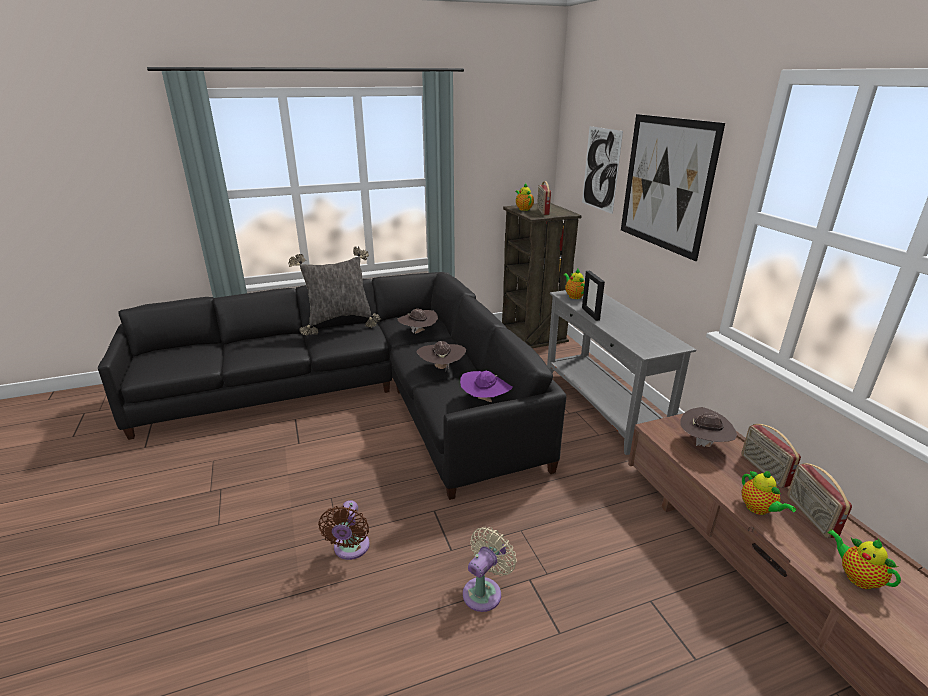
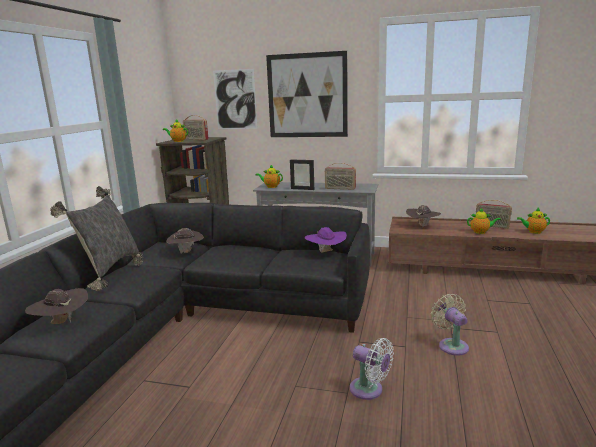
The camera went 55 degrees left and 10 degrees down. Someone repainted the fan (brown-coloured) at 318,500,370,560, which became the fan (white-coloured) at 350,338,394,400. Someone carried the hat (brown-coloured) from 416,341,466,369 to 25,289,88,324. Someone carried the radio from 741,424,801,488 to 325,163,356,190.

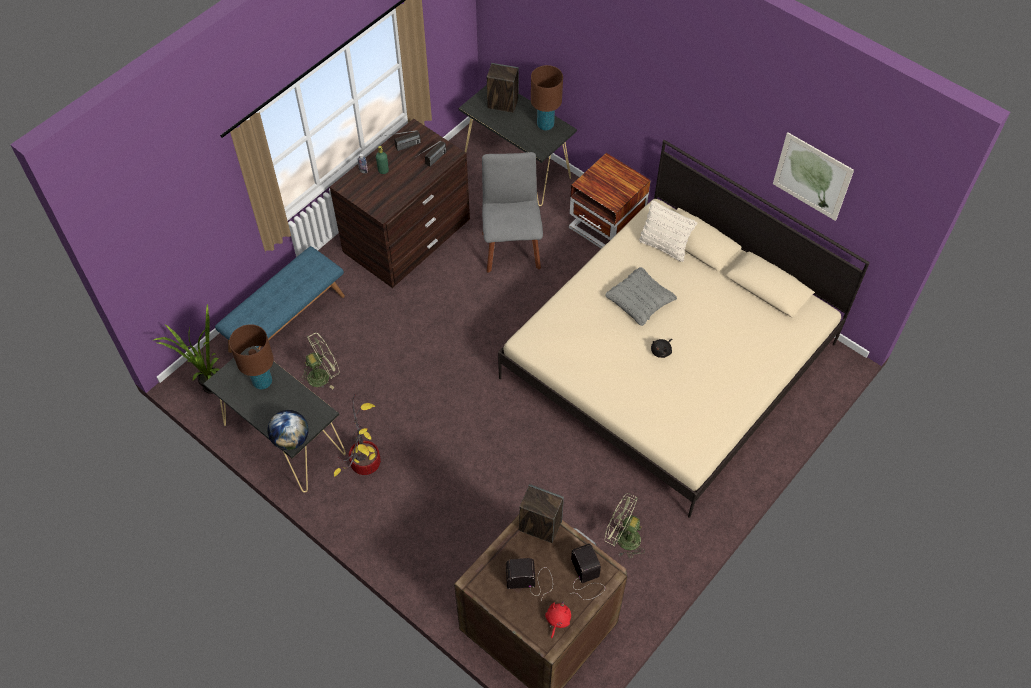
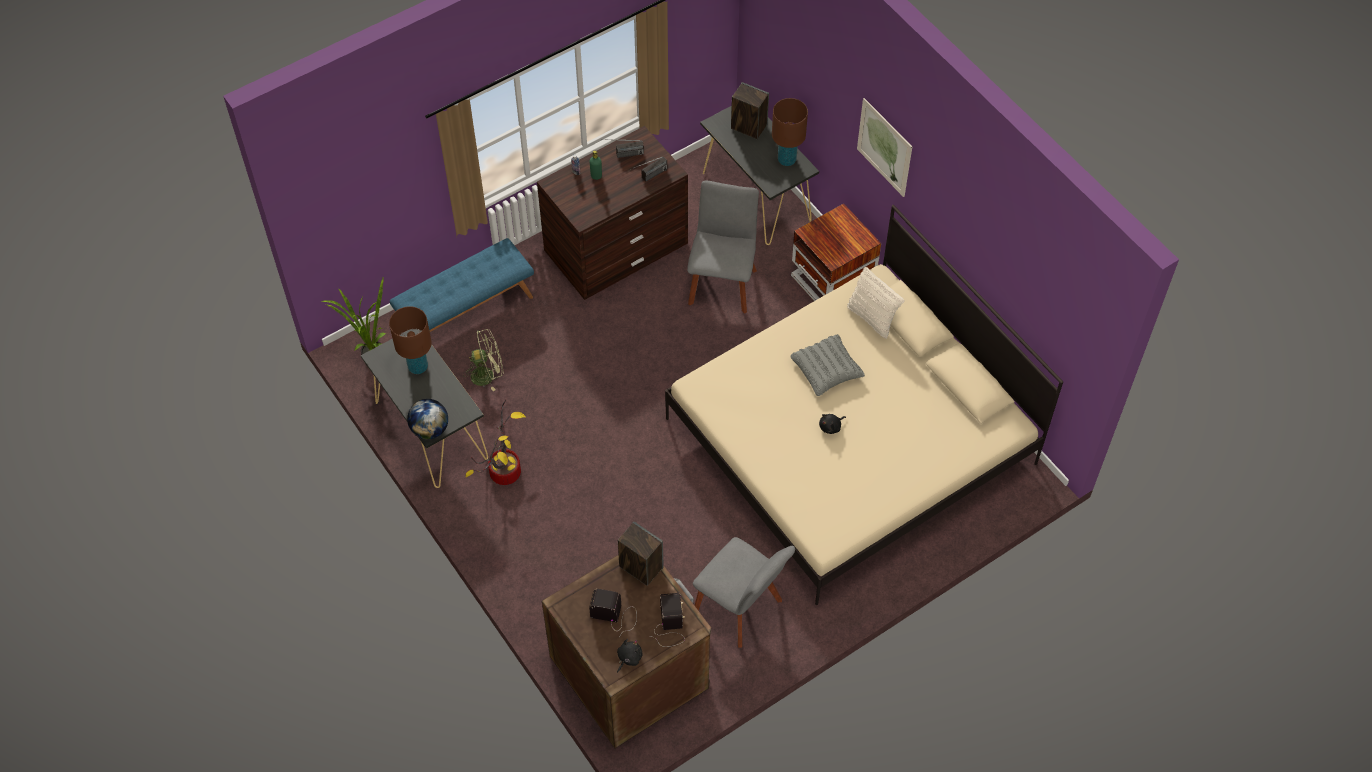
The camera went 15 degrees right and 0 degrees up. Someone repainted the soft toy (reddish) at 545,601,571,639, which became the soft toy (blackish) at 617,639,643,673. Someone swapped the fan (greenish) at 605,493,645,558 for the chair (greyish) at 693,537,795,648. Someone carried the wall picture from 773,132,854,221 to 857,98,912,197.

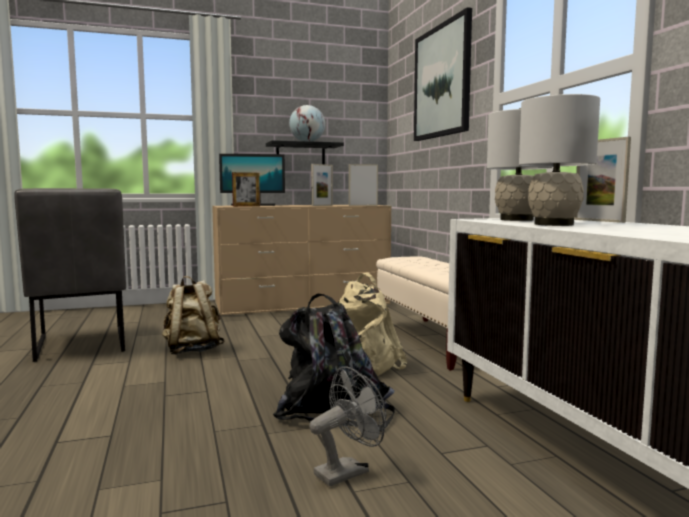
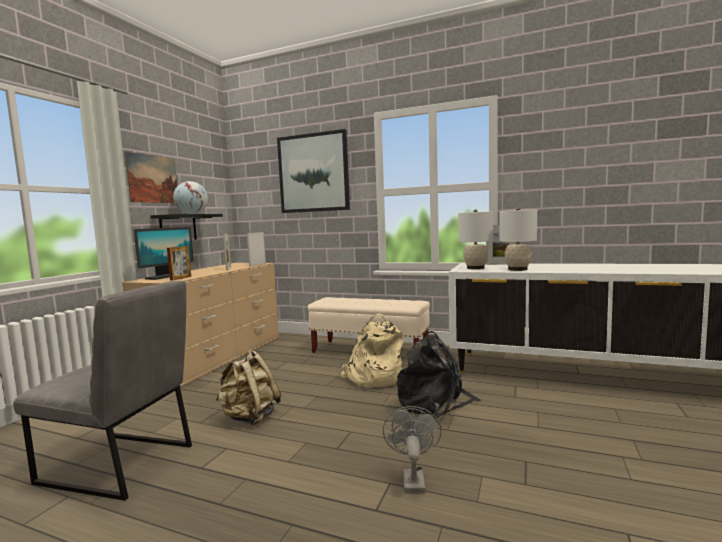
The camera went 50 degrees left and 0 degrees up. Someone carried the fan (greyish) from 309,367,386,486 to 383,406,442,493. Someone put up the wall picture at 125,152,177,203.

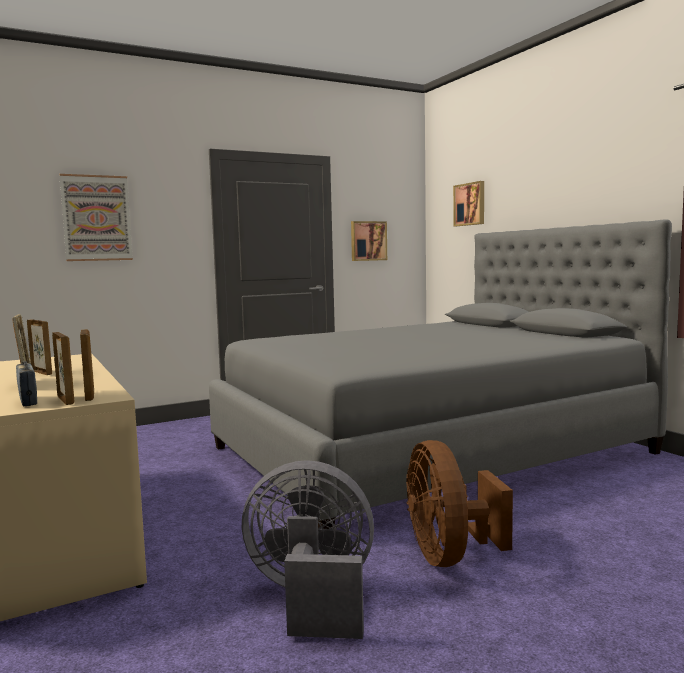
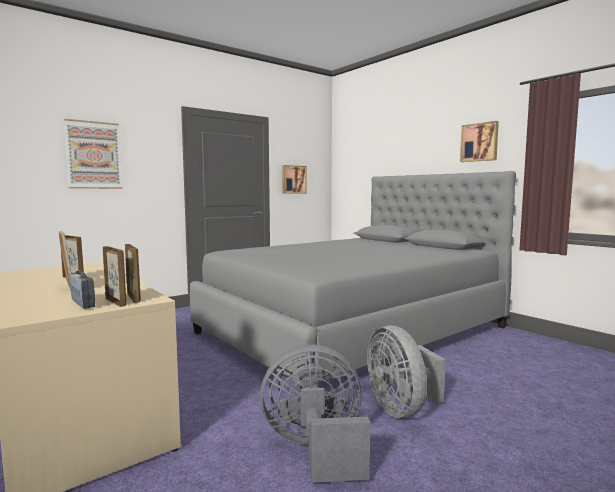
The camera went 10 degrees left and 0 degrees up. Someone repainted the fan (brown-coloured) at 406,440,513,567, which became the fan (greyish) at 367,325,446,418. Someone carried the wall picture from 453,181,484,226 to 460,121,499,162.

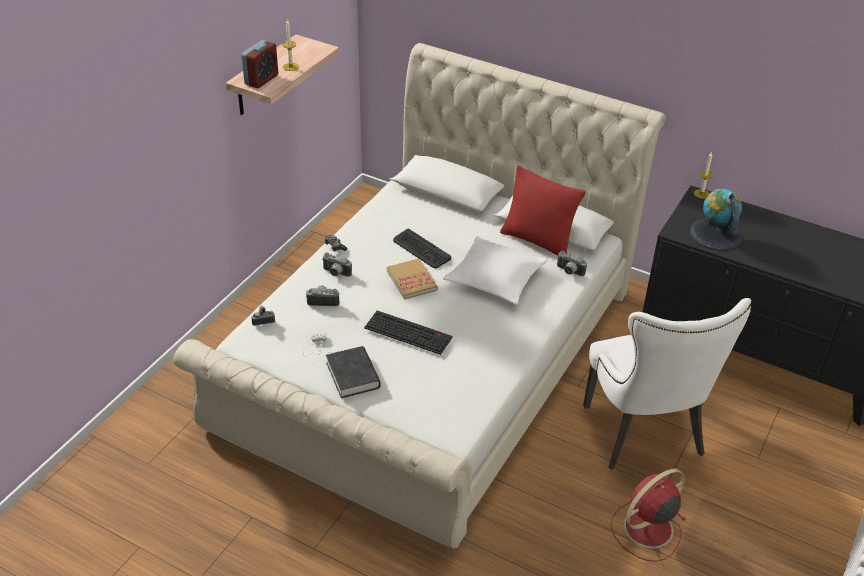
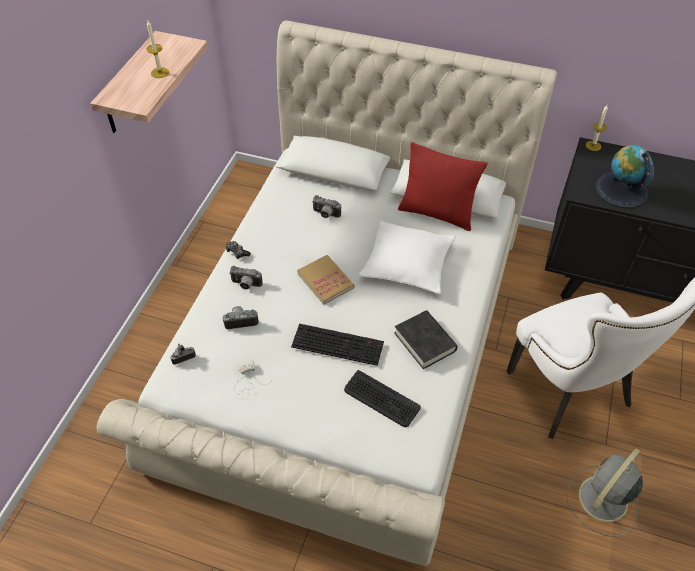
The camera went 10 degrees left and 10 degrees up. Someone took away the alarm clock at 242,40,278,88. Someone carried the book (blackish) from 326,346,381,398 to 394,310,458,369. Someone carried the keyboard from 393,229,451,268 to 344,370,421,427. Someone carried the photo camera from 557,250,587,277 to 312,195,341,218. Someone repainted the fan (reddish) at 611,469,685,562, which became the fan (greyish) at 567,448,643,537.

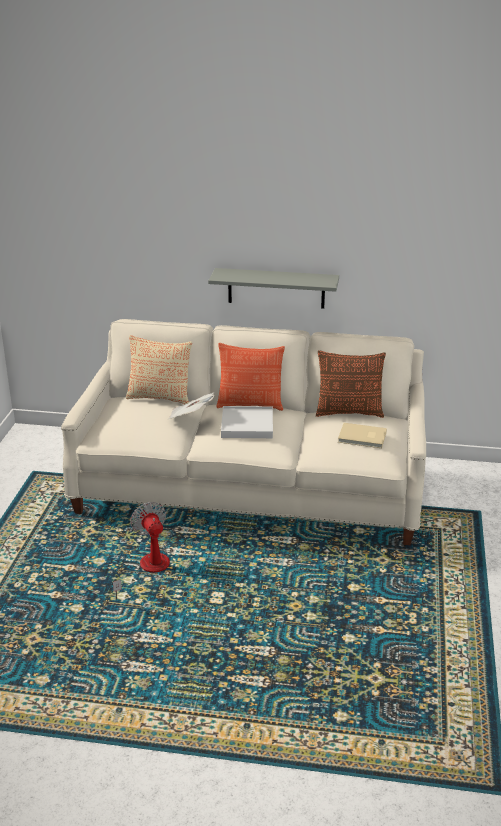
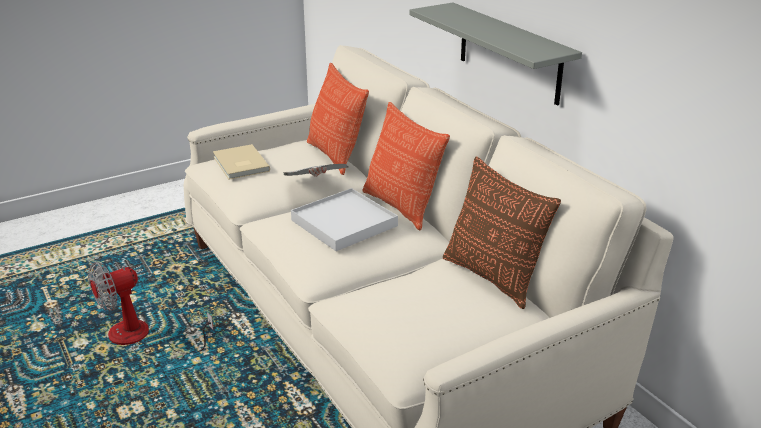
The camera went 50 degrees right and 0 degrees up. Someone rotated the fan at 113,502,170,599 by 150 degrees counterclockwise. Someone repainted the cushion (sand-coloured) at 126,335,192,404, which became the cushion (orangey) at 307,63,369,175. Someone carried the book (sand-coloured) from 338,423,387,448 to 213,144,270,180.

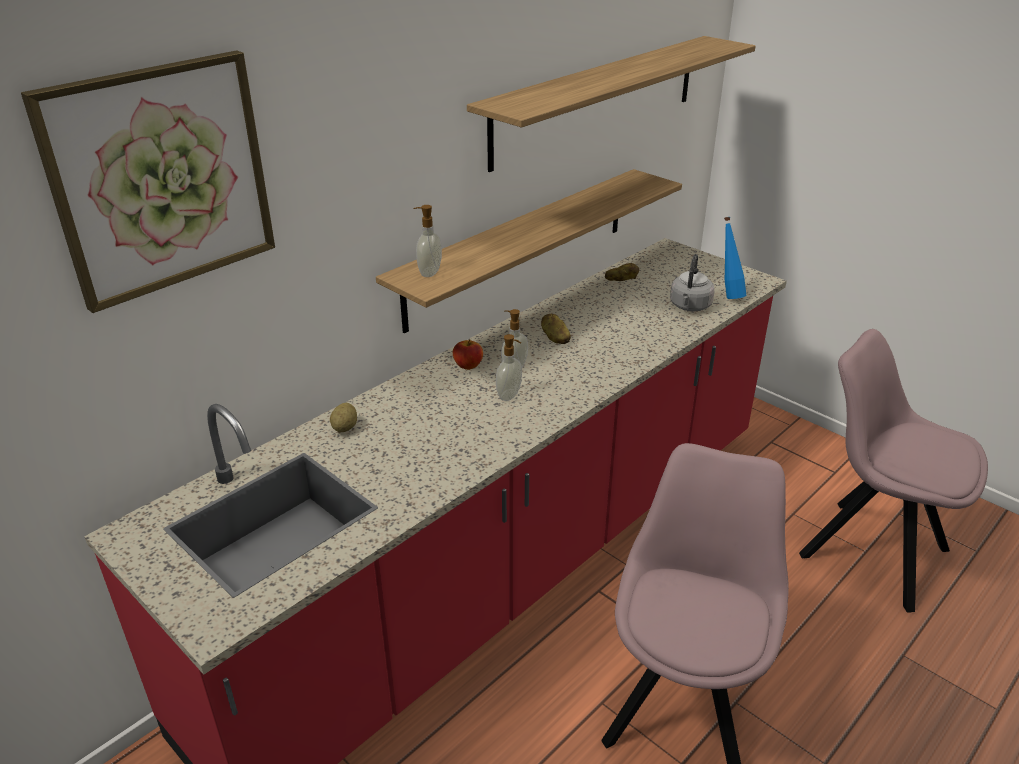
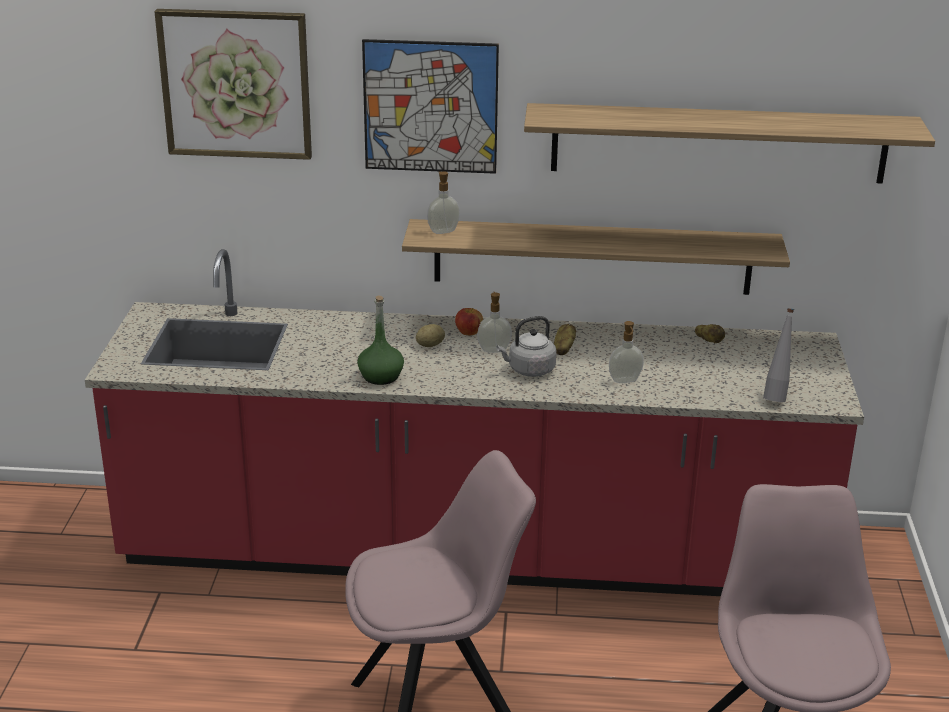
The camera went 50 degrees right and 5 degrees down. Someone carried the potato from 330,403,357,432 to 416,324,445,347. Someone carried the soap dispenser from 496,334,522,401 to 609,321,644,383. Someone carried the kettle (greyish) from 670,254,715,311 to 496,316,556,377. Someone repainted the beverage bottle (blue) at 724,217,746,299, which became the beverage bottle (greyish) at 763,308,794,402. Someone put down the beverage bottle (greenish) at 357,296,404,385. Someone put up the wall picture at 362,39,499,174.

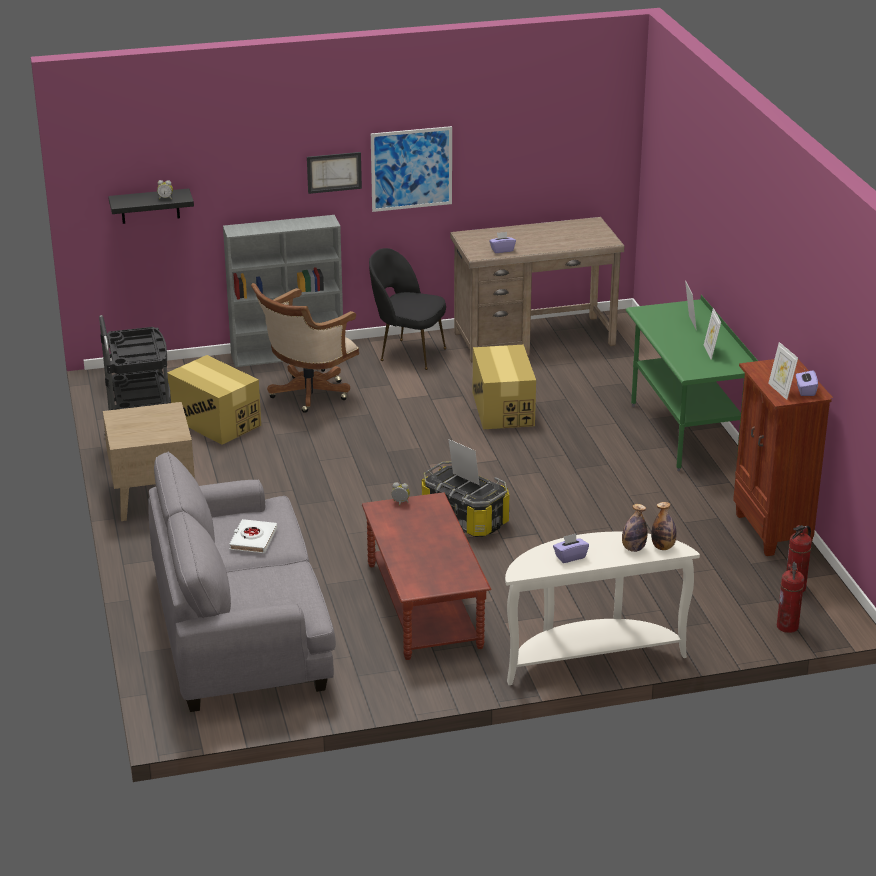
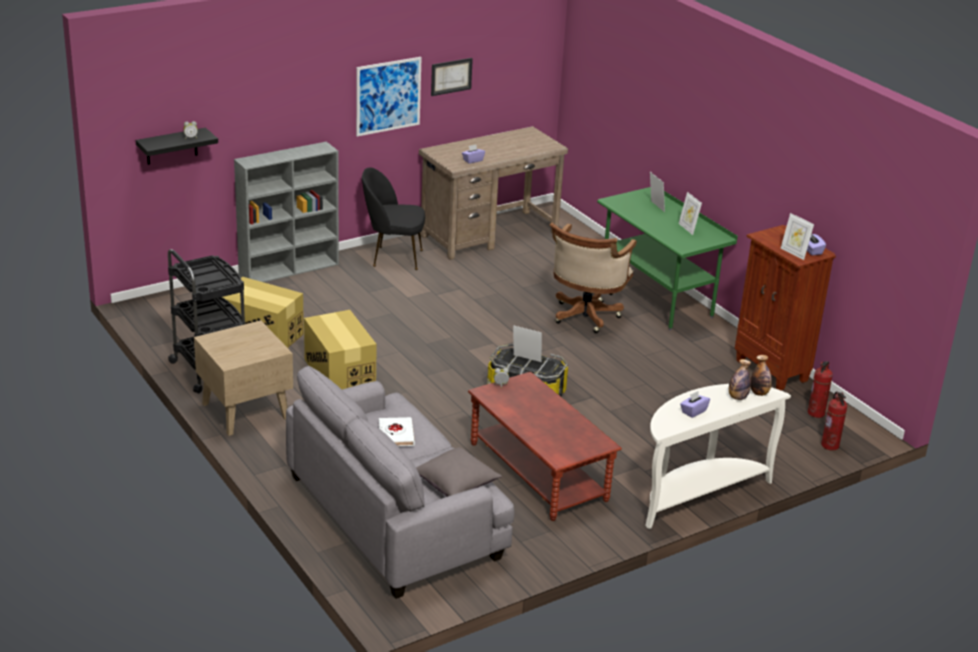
The camera went 20 degrees left and 0 degrees up. Someone carried the computer chair from 251,283,359,413 to 550,223,637,333. Someone carried the wall picture from 307,152,362,194 to 431,58,473,96. Someone carried the packing box from 473,344,536,429 to 304,310,377,389. Someone put down the cushion (greyish) at 416,447,502,497.

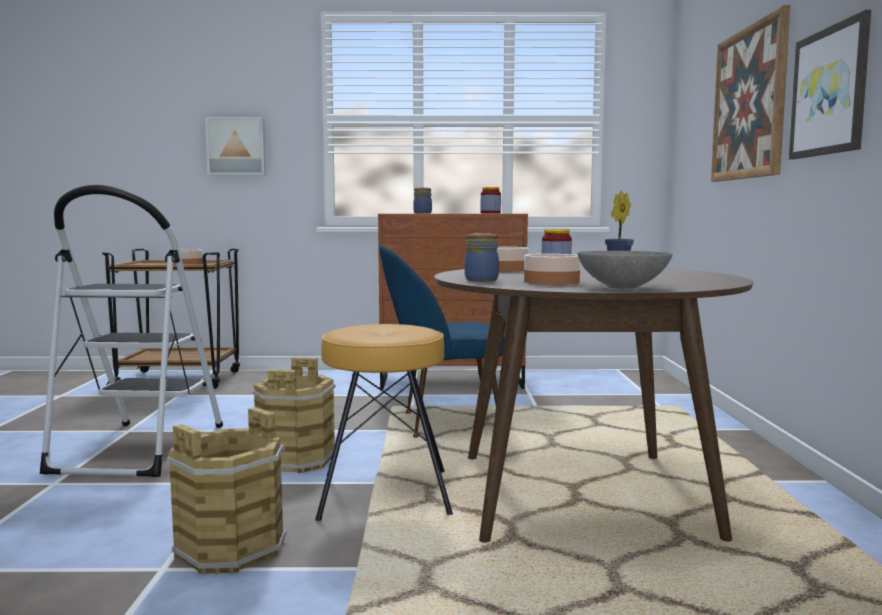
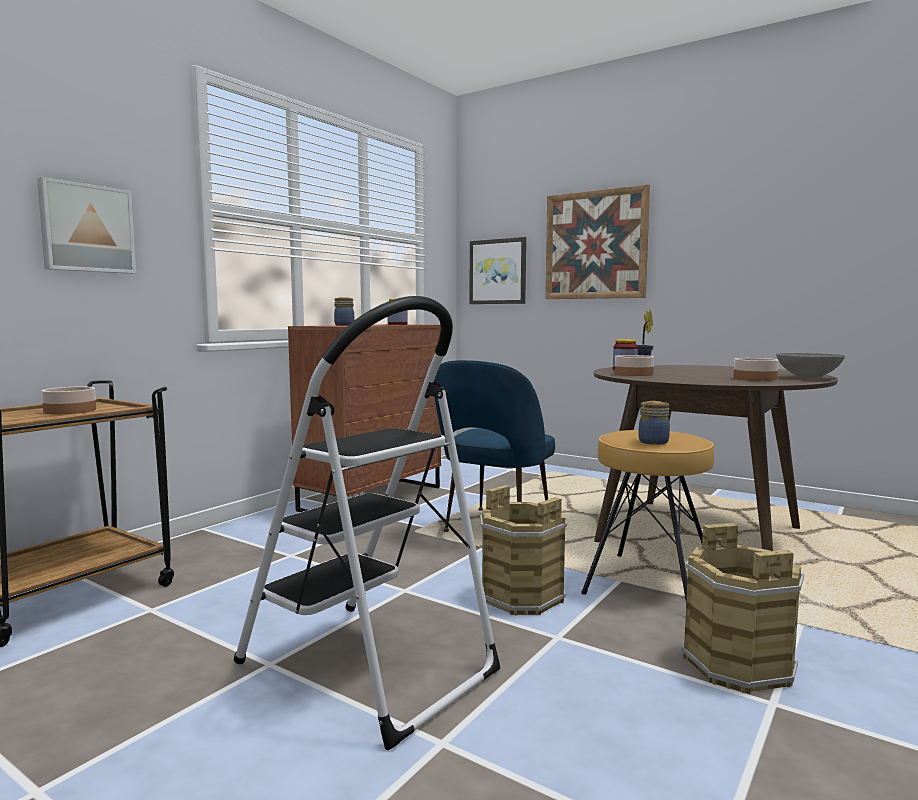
The camera went 55 degrees left and 0 degrees up. Someone carried the preserve jar from 465,233,499,282 to 638,401,670,445. Someone carried the wall picture from 789,10,871,159 to 470,237,526,304.

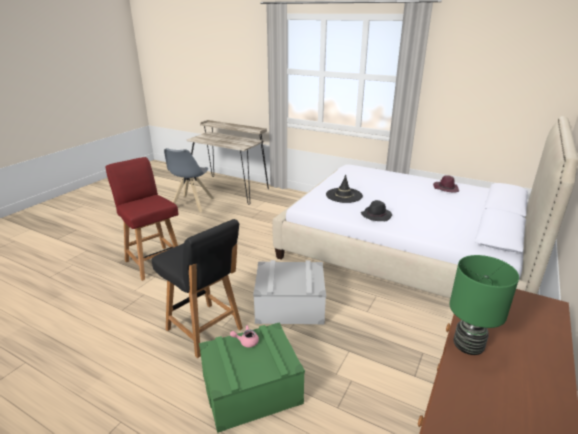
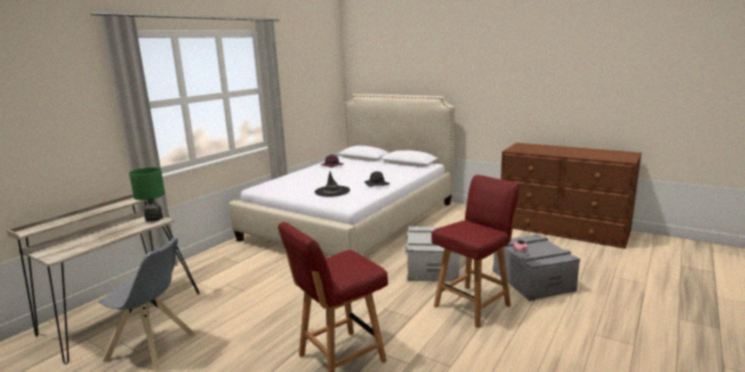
The camera went 85 degrees left and 10 degrees down. Someone repainted the chair (blackish) at 152,219,243,358, which became the chair (reddish) at 431,175,520,328. Someone repainted the storage bin (greenish) at 199,323,305,433, which became the storage bin (greyish) at 493,234,580,301. Someone carried the lamp for a table (greenish) from 449,255,519,355 to 129,167,165,222.

